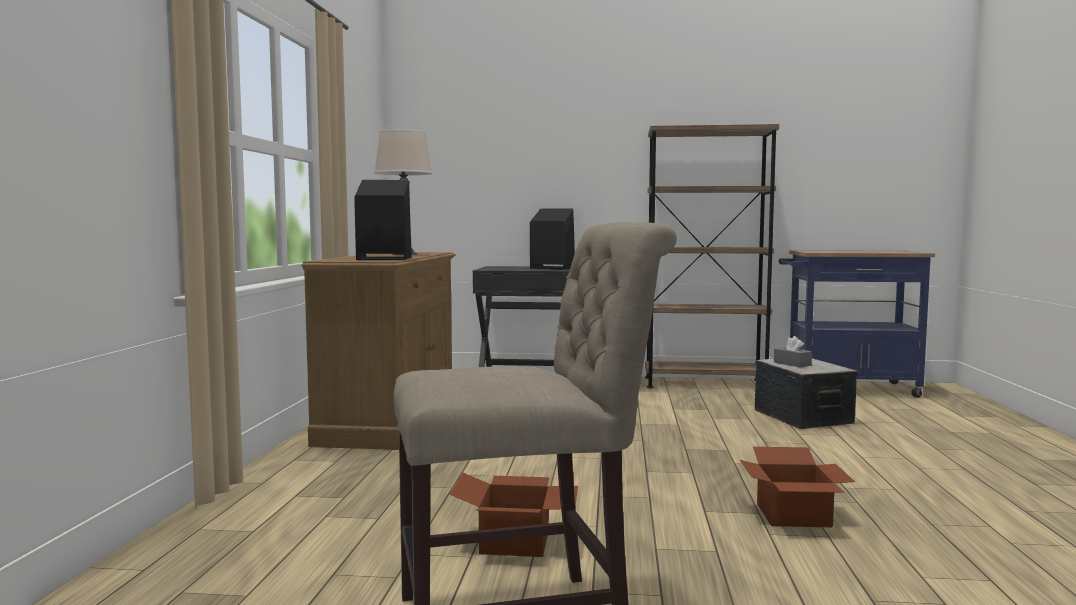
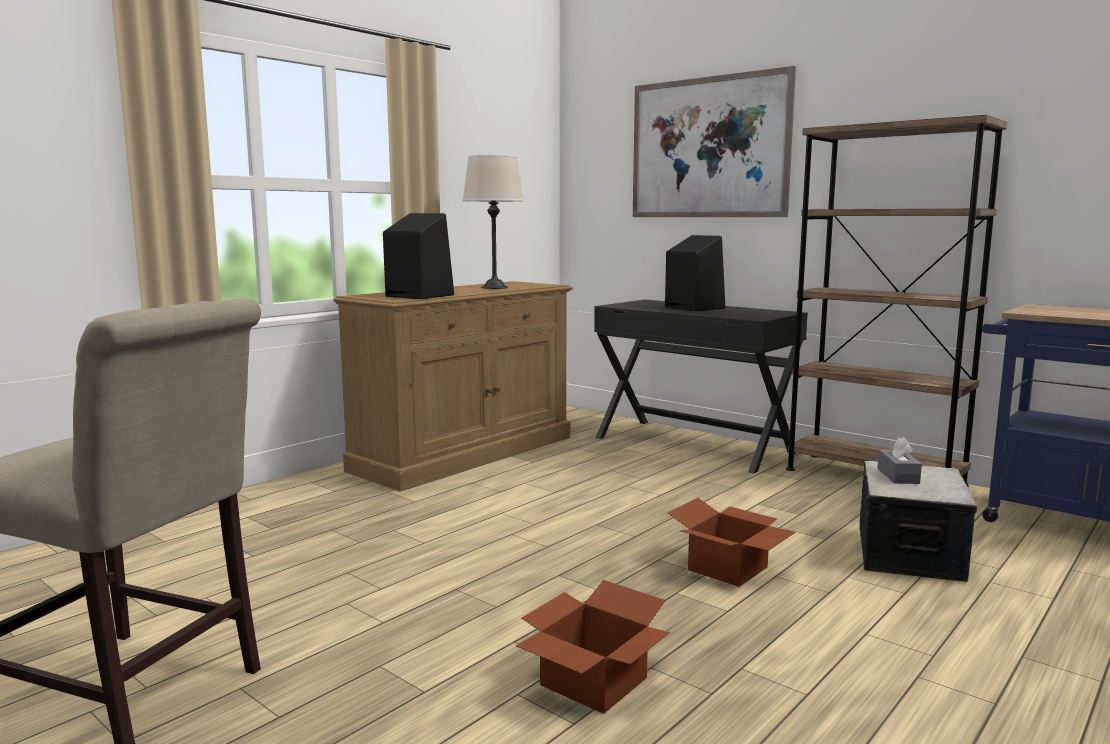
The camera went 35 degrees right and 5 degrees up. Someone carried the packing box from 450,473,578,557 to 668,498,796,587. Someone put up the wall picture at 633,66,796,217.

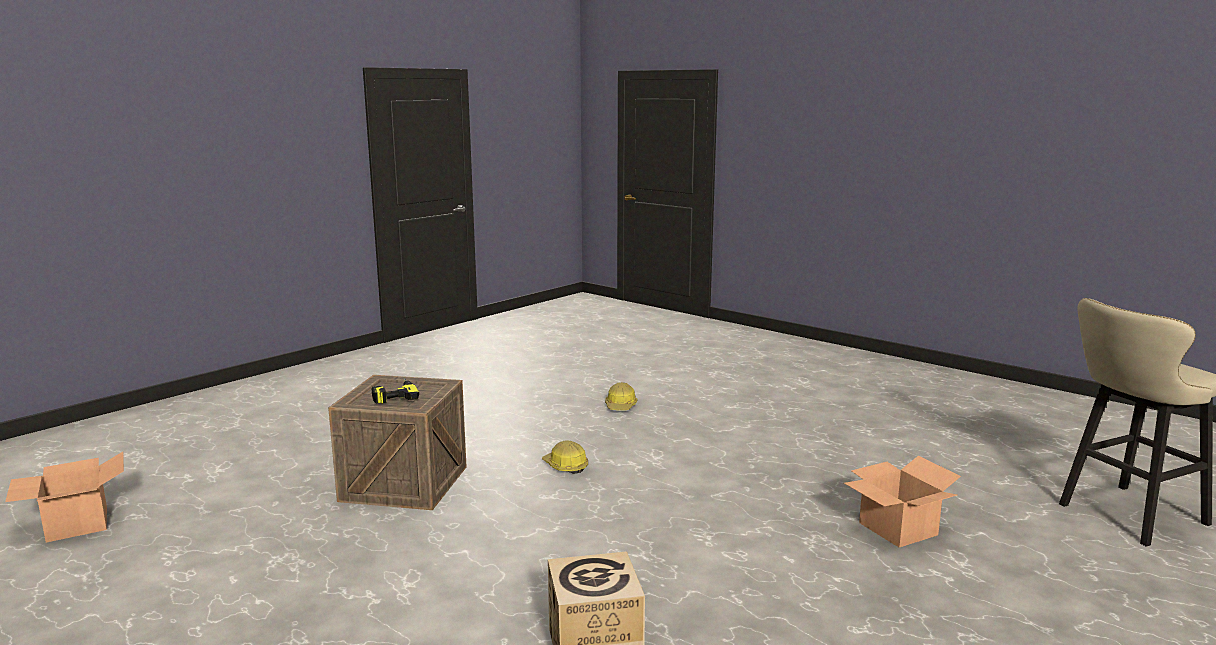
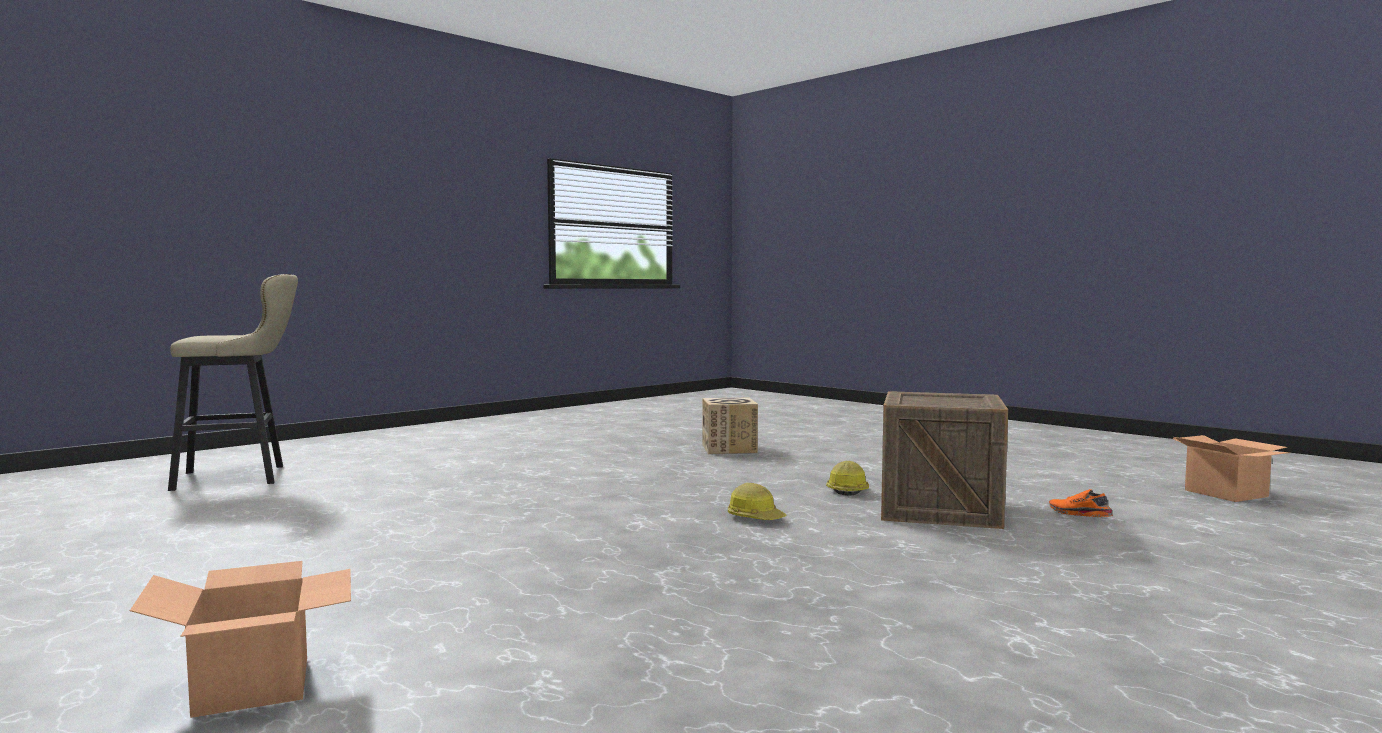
The camera went 175 degrees left and 10 degrees down. Someone took away the drill at 371,377,419,404. Someone carried the hard hat from 605,382,637,410 to 826,461,869,496. Someone carried the packing box from 844,456,961,547 to 130,561,351,718. Someone put down the item of footwear (orangey) at 1049,489,1113,517.

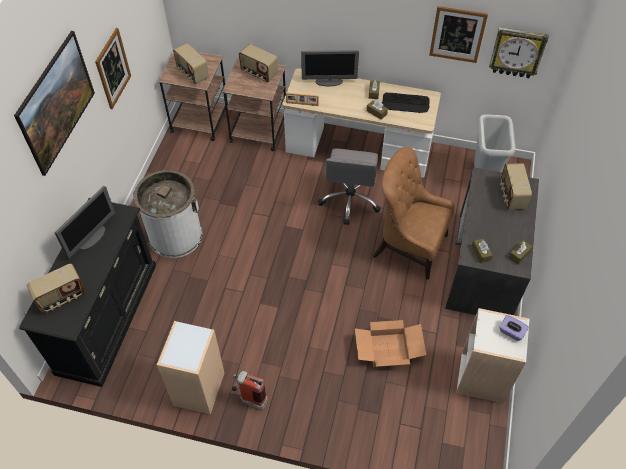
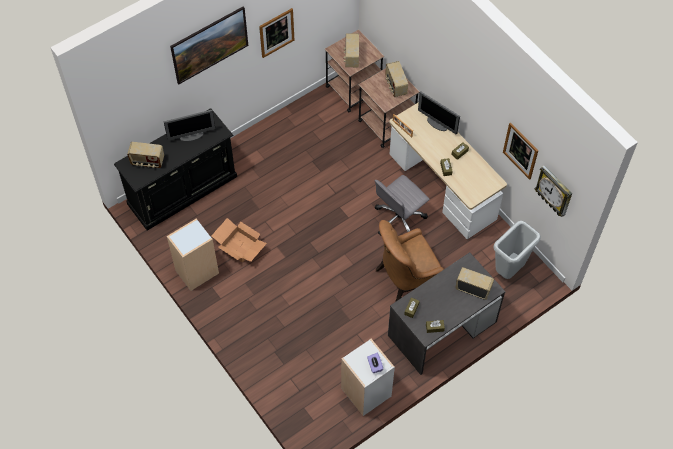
The camera went 40 degrees right and 5 degrees up. Someone took away the rubbish bin (white-coloured) at 133,170,202,258. Someone took away the fire extinguisher at 232,371,268,410. Someone carried the packing box from 355,320,426,367 to 211,218,267,262. Someone rotated the chair (brown-coloured) at 373,147,455,280 by 90 degrees counterclockwise. Someone took away the keyboard at 382,93,430,113. Someone rotated the radio at 500,163,532,210 by 75 degrees clockwise.

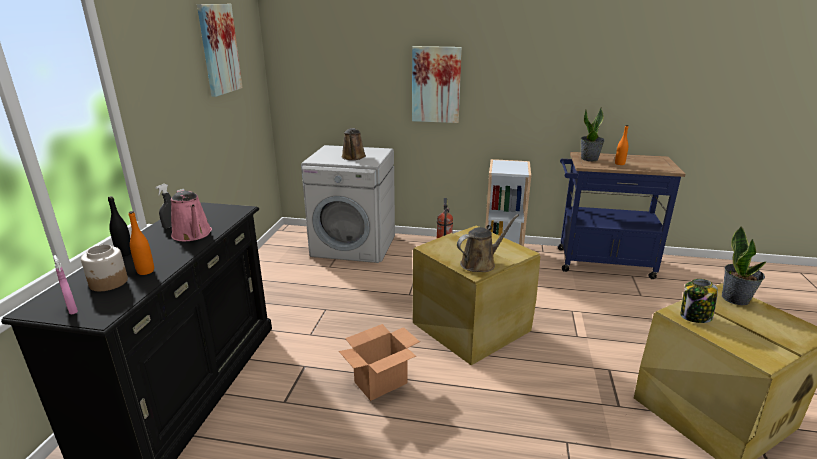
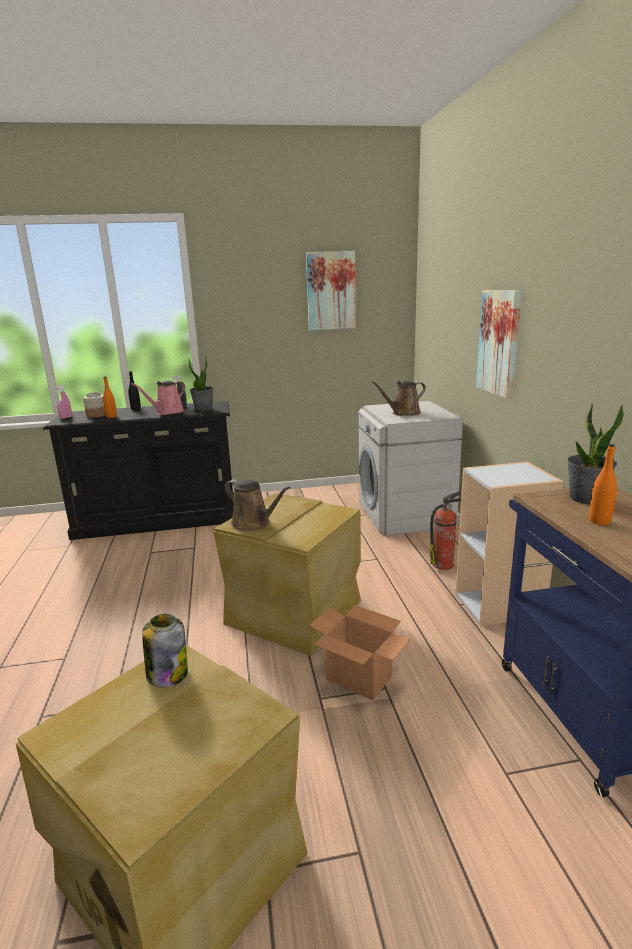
The camera went 70 degrees right and 5 degrees down. Someone carried the packing box from 339,324,420,401 to 310,605,410,700. Someone carried the potted plant from 721,226,766,305 to 189,357,214,412.

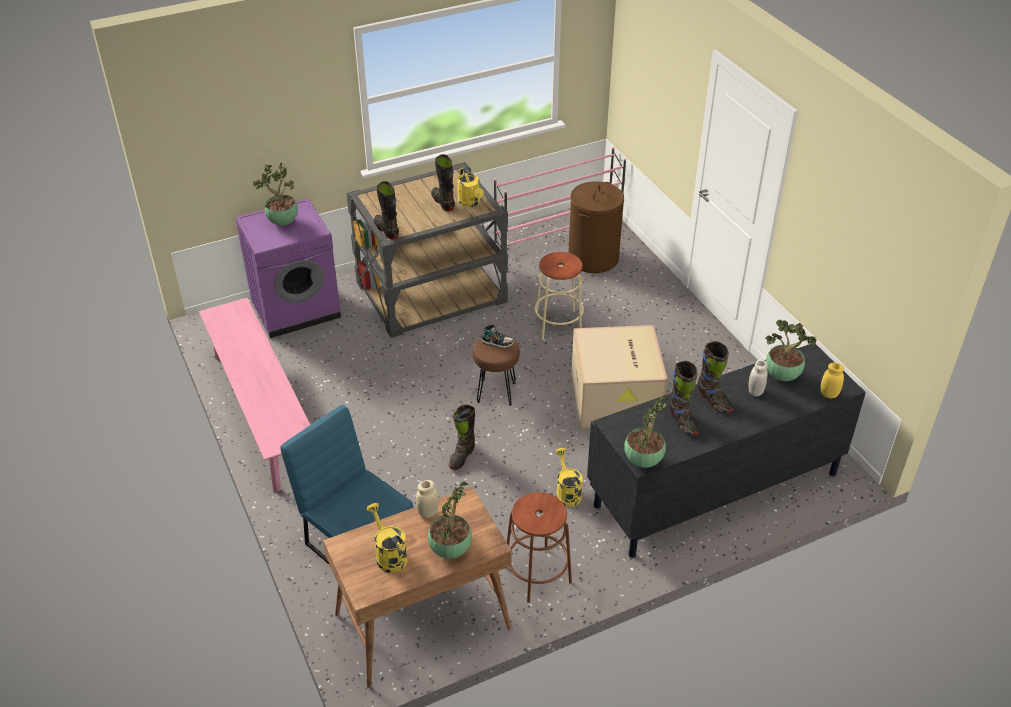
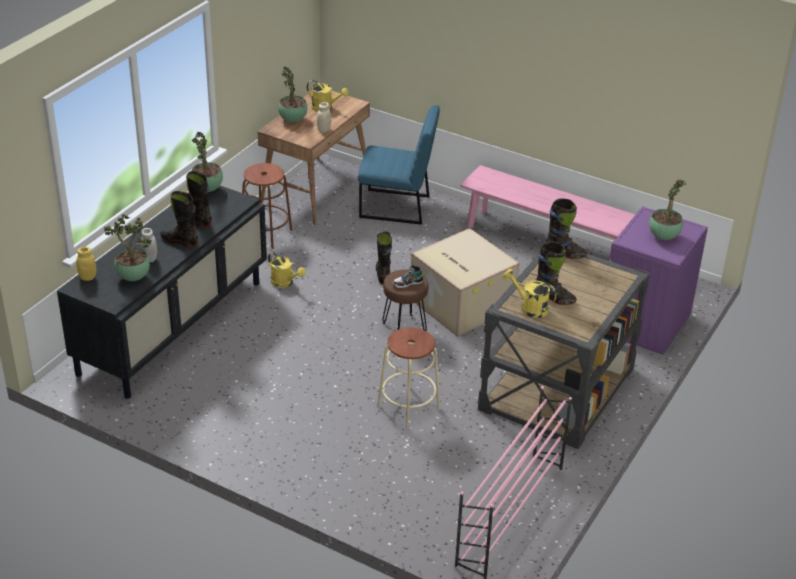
The camera went 145 degrees right and 5 degrees down. Someone took away the laundry basket (brown-coloured) at 568,181,624,273. Someone carried the packing box from 571,325,668,429 to 411,228,519,337.

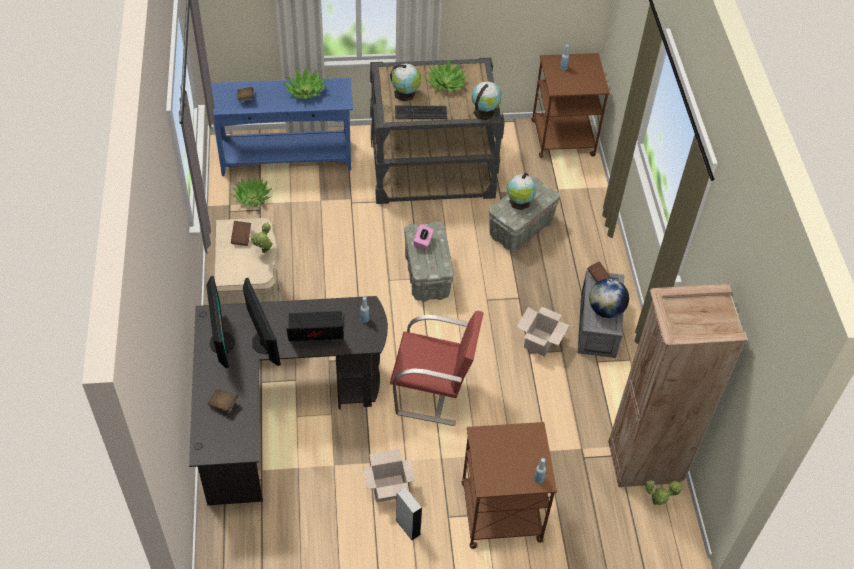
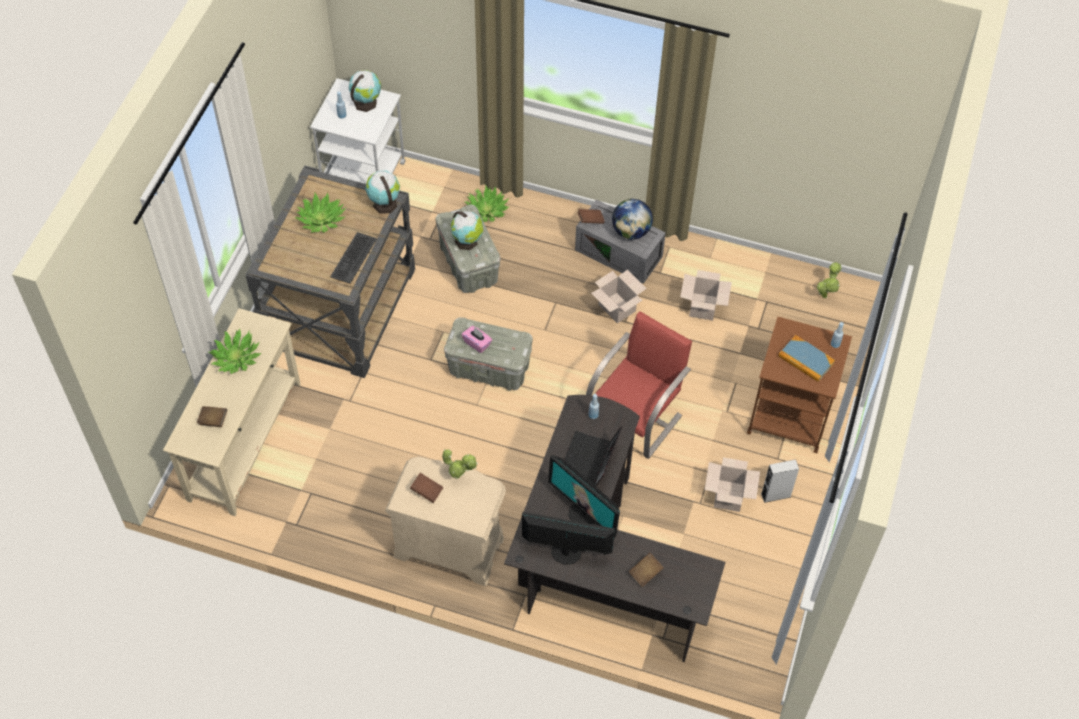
The camera went 65 degrees left and 5 degrees up. Someone repainted the console table (blue) at 211,78,353,176, which became the console table (sand-coloured) at 163,308,300,516. Someone carried the potted plant from 231,178,272,207 to 465,185,510,222. Someone rotated the computer screen at 243,278,281,366 by 135 degrees counterclockwise. Someone carried the world globe from 390,63,421,101 to 349,70,381,112. Someone repainted the wheeled cart (brown-coloured) at 531,53,610,158, which became the wheeled cart (white-coloured) at 310,78,406,184. Someone took away the cabinet (brown-coloured) at 608,284,748,487. Someone put down the packing box at 680,270,732,321. Someone put down the book at 778,335,835,382.

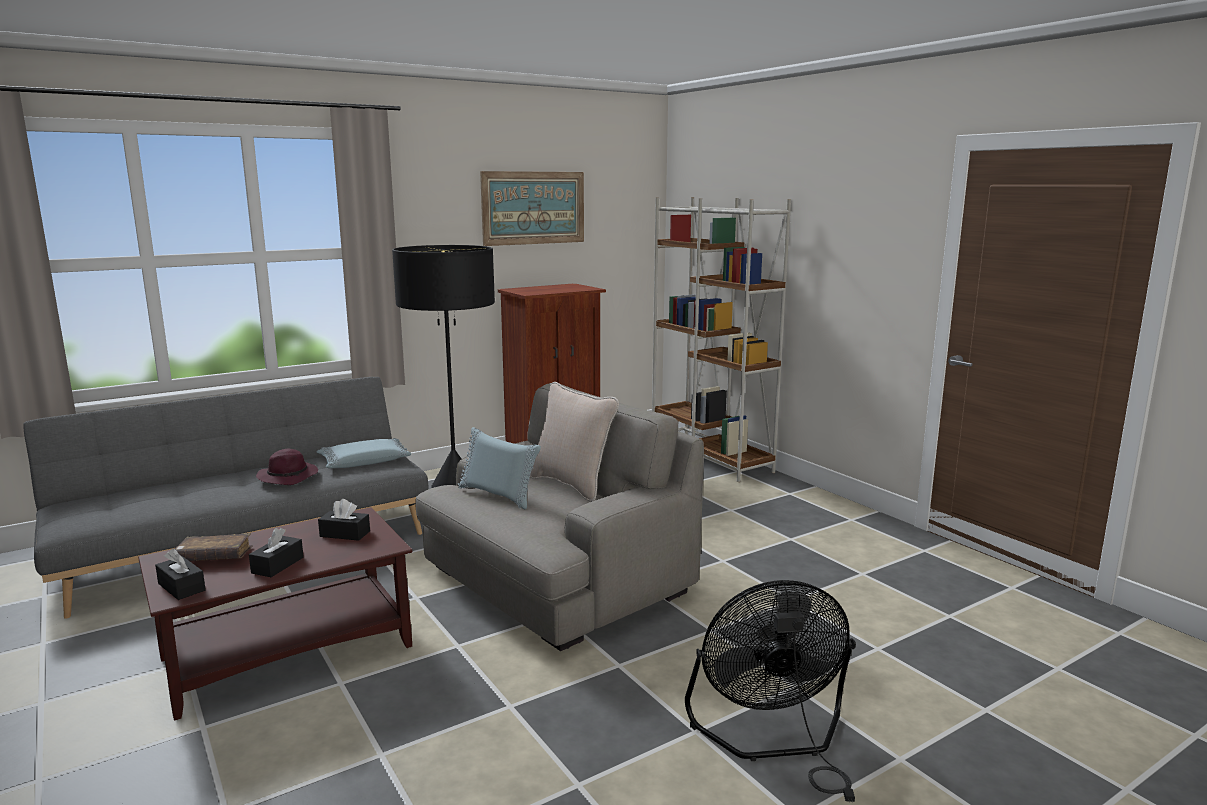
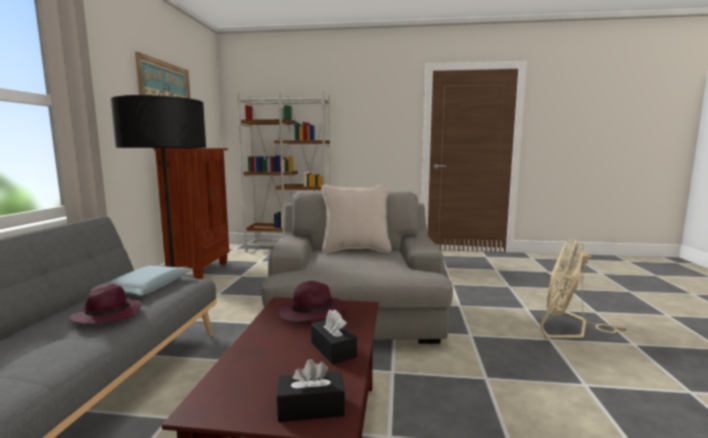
The camera went 50 degrees left and 5 degrees down. Someone took away the book (brown-coloured) at 175,533,253,561. Someone swapped the box of tissues (blackish) at 318,499,370,541 for the hat (purple) at 279,281,345,322. Someone took away the cushion (blue) at 458,427,541,509. Someone repainted the fan (blackish) at 685,580,856,802, which became the fan (sand-coloured) at 540,239,626,339.

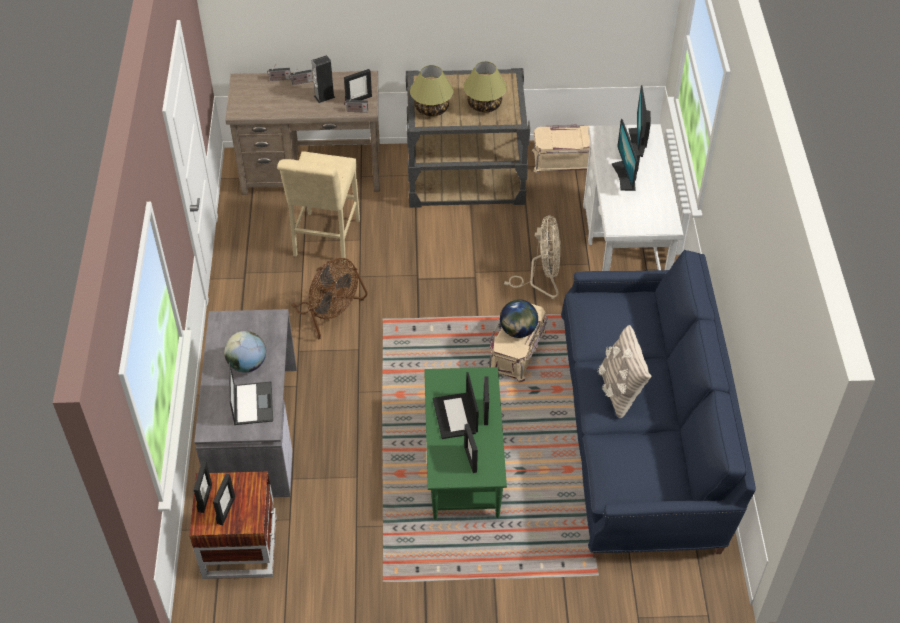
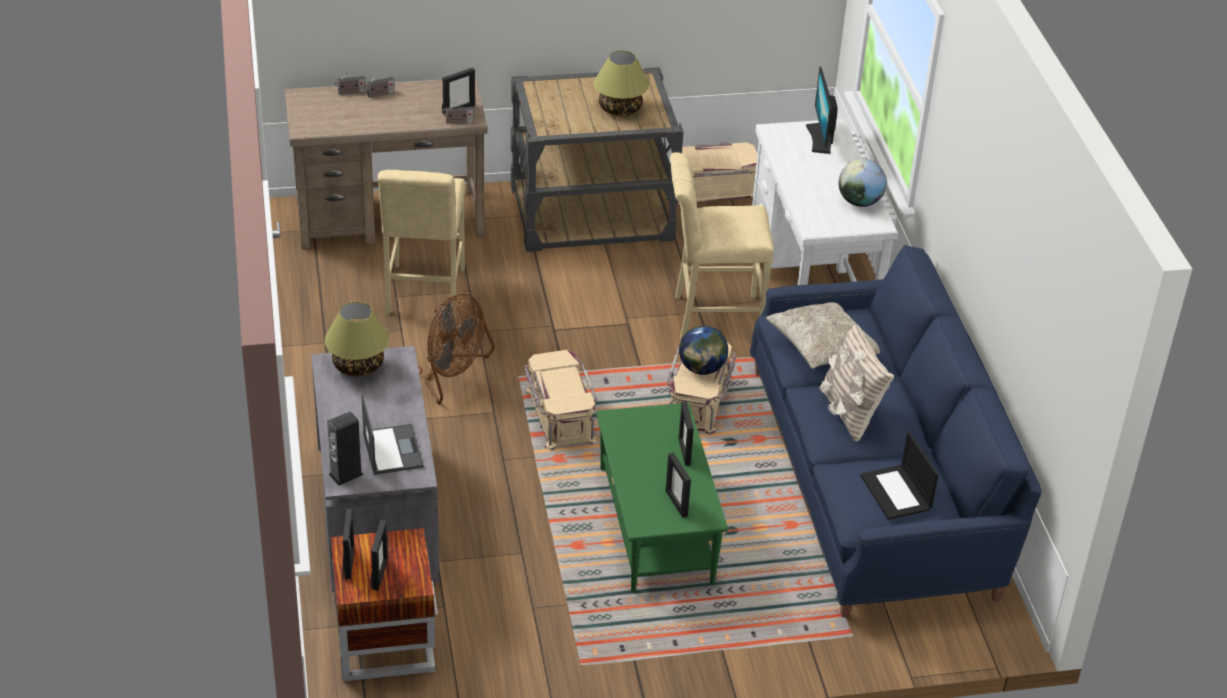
The camera went 10 degrees left and 10 degrees down. Someone carried the world globe from 224,331,266,373 to 839,159,887,207. Someone carried the loudspeaker from 312,55,335,103 to 327,411,364,486. Someone carried the lamp for a table from 410,65,453,117 to 325,302,389,376. Someone carried the notebook computer from 433,372,479,439 to 860,432,938,520. Someone swapped the fan (sand-coloured) at 504,215,561,300 for the stool (sand-coloured) at 670,152,774,339. Someone took away the computer screen at 612,119,640,191. Someone put down the storage bin (sand-coloured) at 524,350,597,451. Someone put down the cushion (sand-coloured) at 766,302,880,368.

